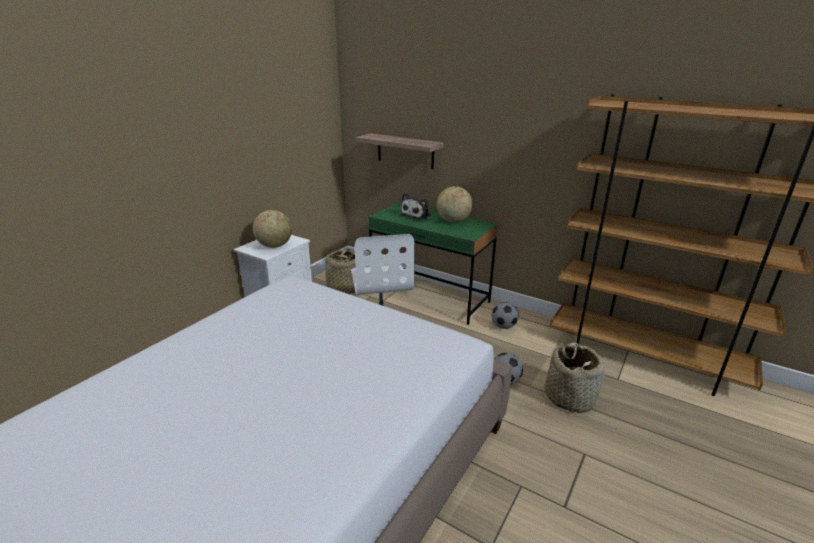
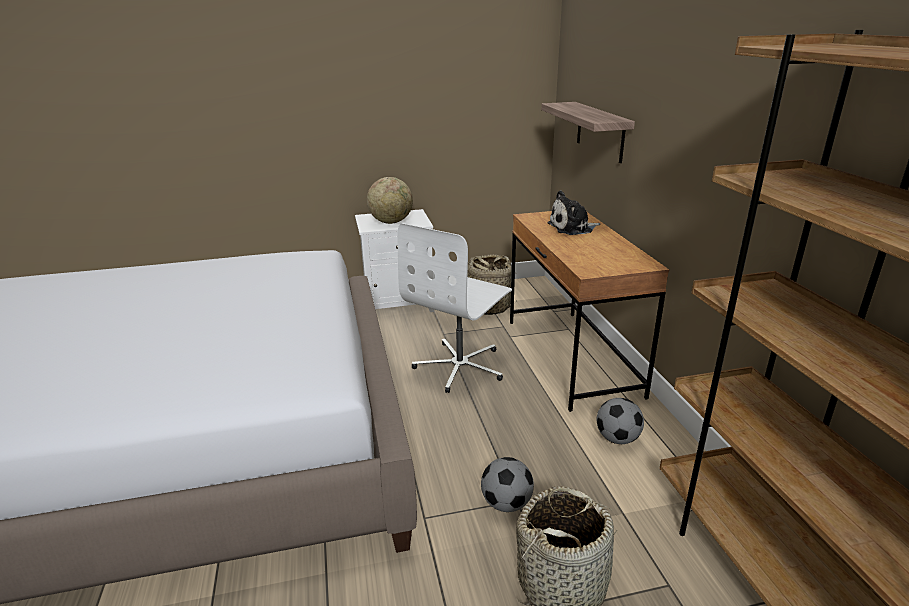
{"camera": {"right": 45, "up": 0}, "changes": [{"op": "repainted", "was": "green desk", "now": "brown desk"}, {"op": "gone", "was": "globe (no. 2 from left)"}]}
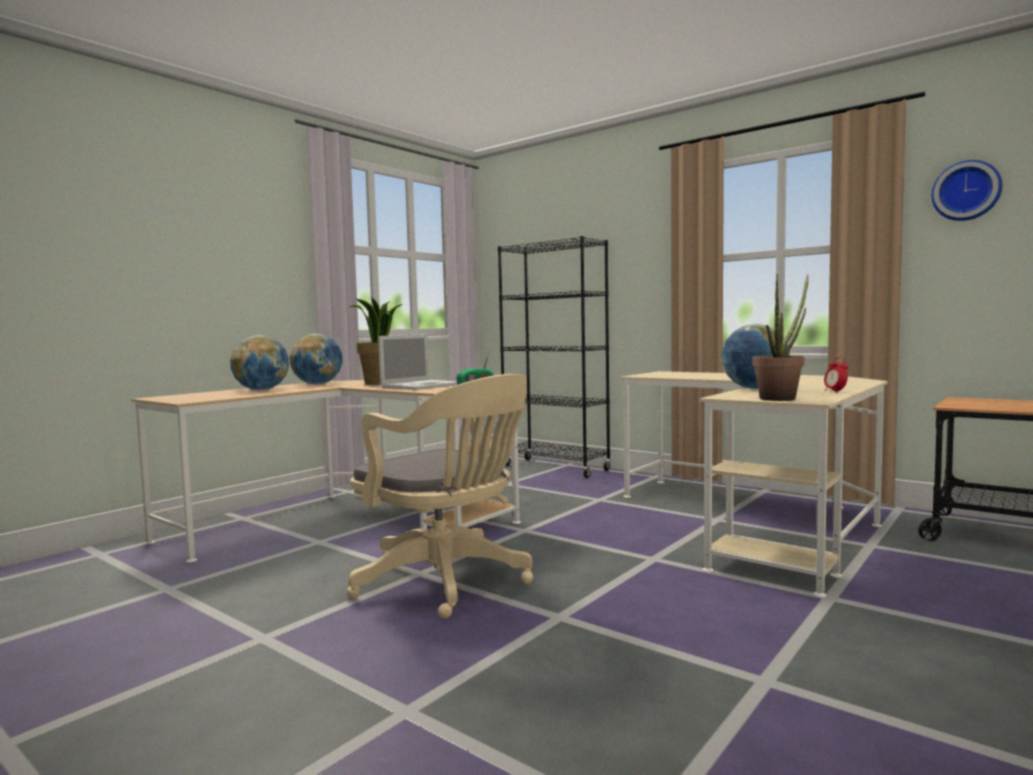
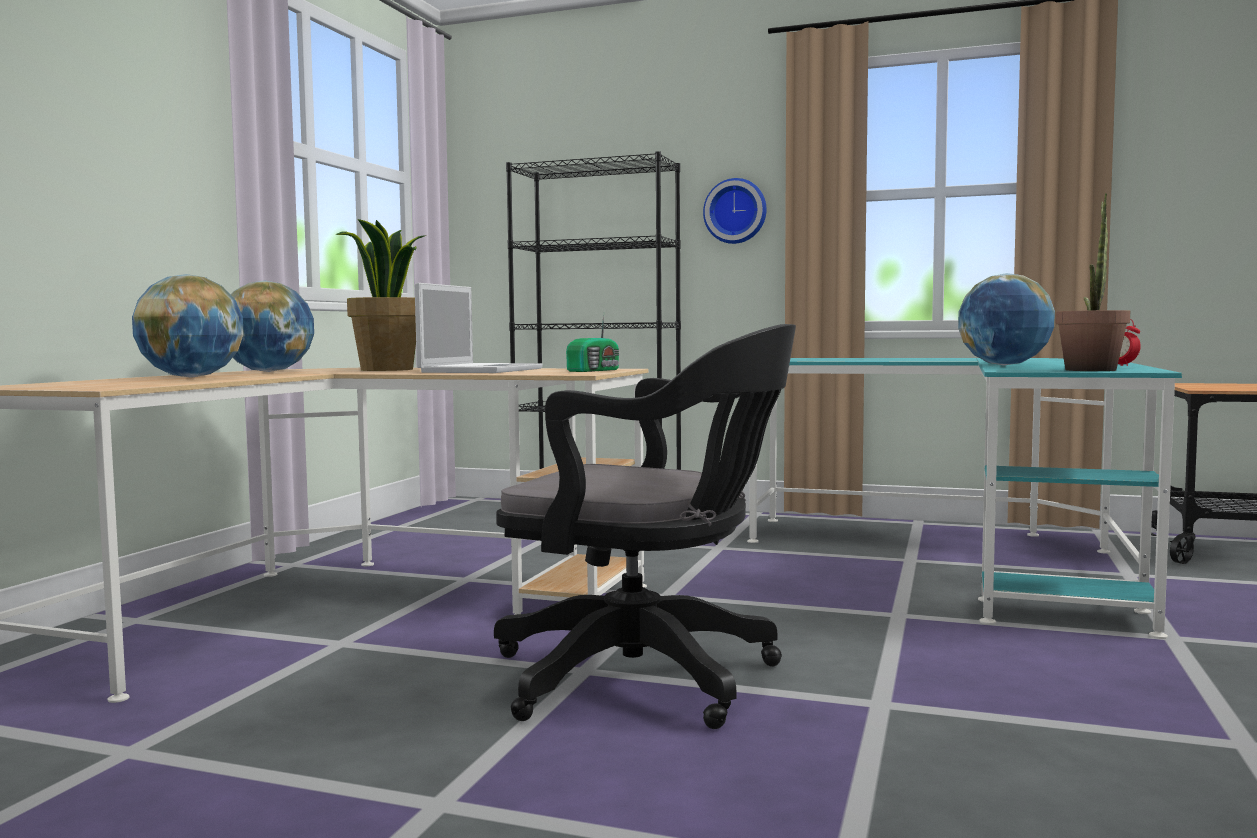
{"camera": {"right": -20, "up": 0}, "changes": [{"op": "repainted", "was": "beige office chair", "now": "black office chair"}, {"op": "shifted", "was": "wall clock"}, {"op": "repainted", "was": "beige desk (no. 2 from left)", "now": "turquoise desk"}]}
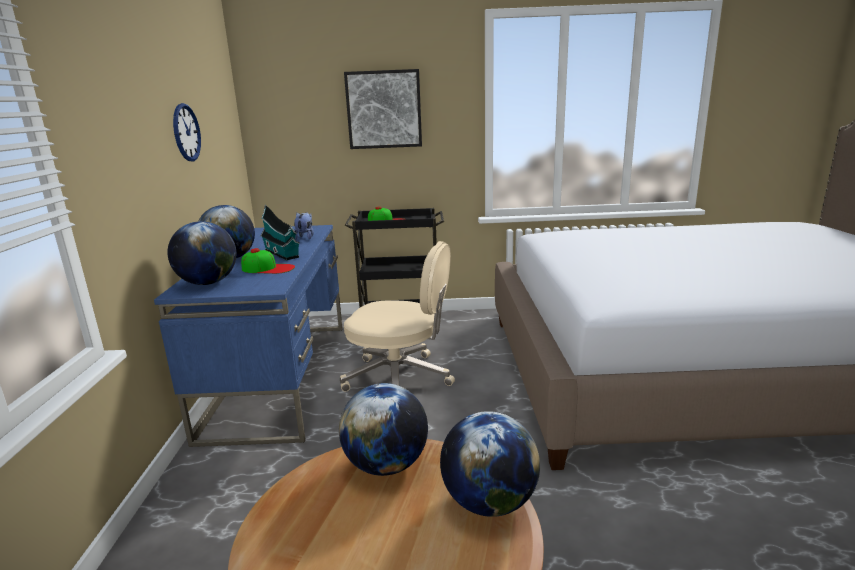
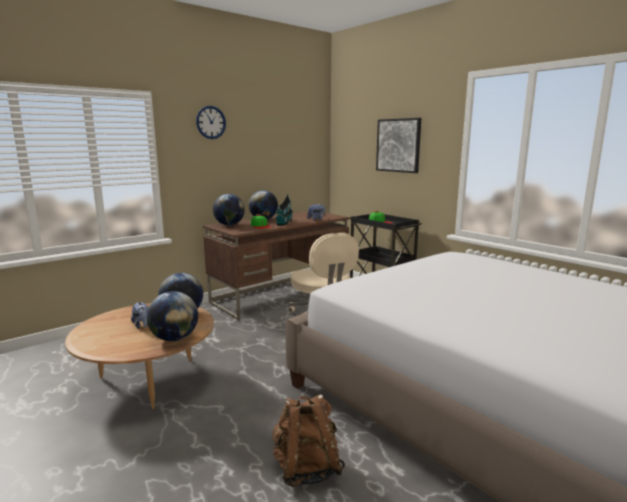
{"camera": {"right": 50, "up": -5}, "changes": [{"op": "new", "now": "plush toy (no. 1 from left)"}, {"op": "shifted", "was": "wall clock"}, {"op": "repainted", "was": "blue desk", "now": "brown desk"}, {"op": "new", "now": "brown backpack"}]}
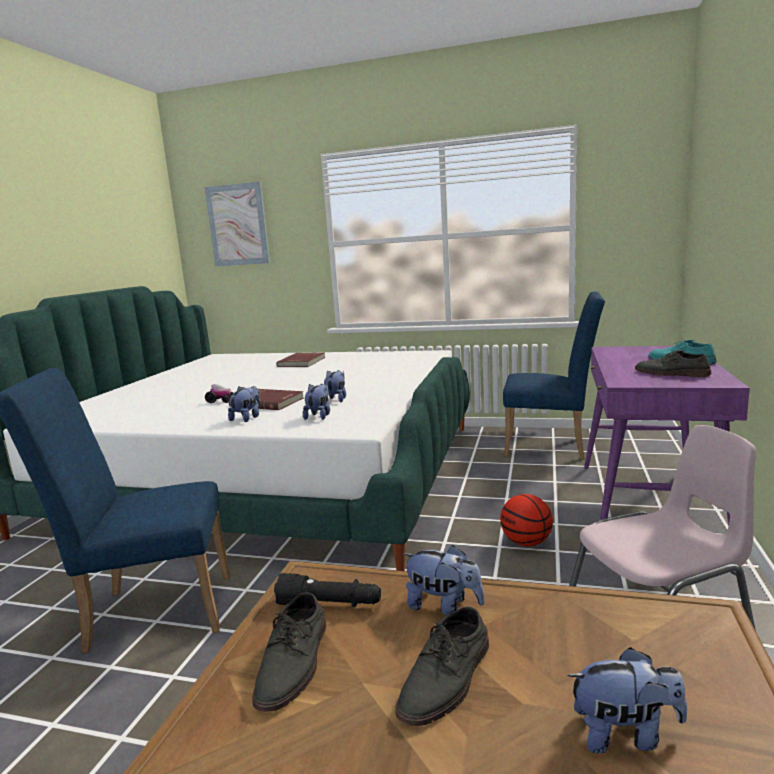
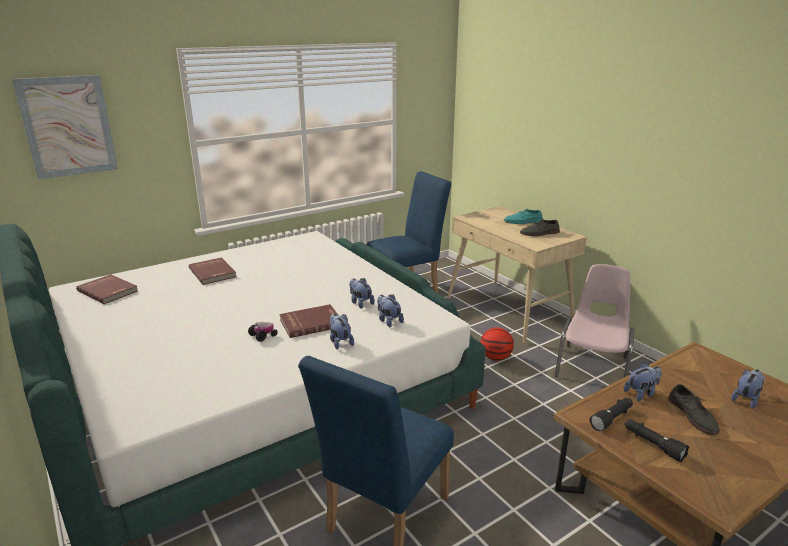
{"camera": {"right": -50, "up": 10}, "changes": [{"op": "new", "now": "red book (no. 1 from left)"}, {"op": "repainted", "was": "purple desk", "now": "beige desk"}, {"op": "swapped", "was": "grey shoe (no. 1 from left)", "now": "black flashlight (no. 2 from left)"}]}
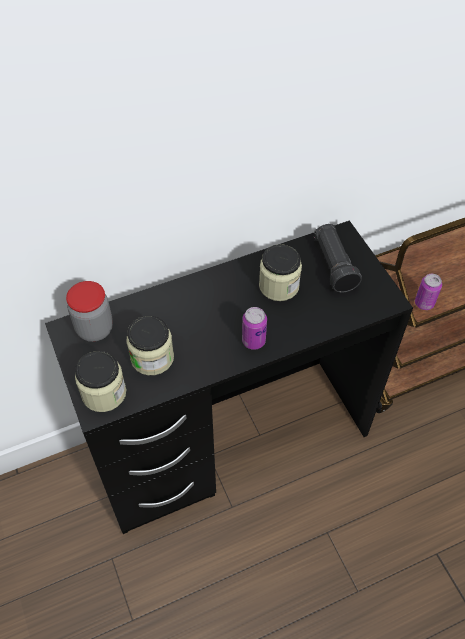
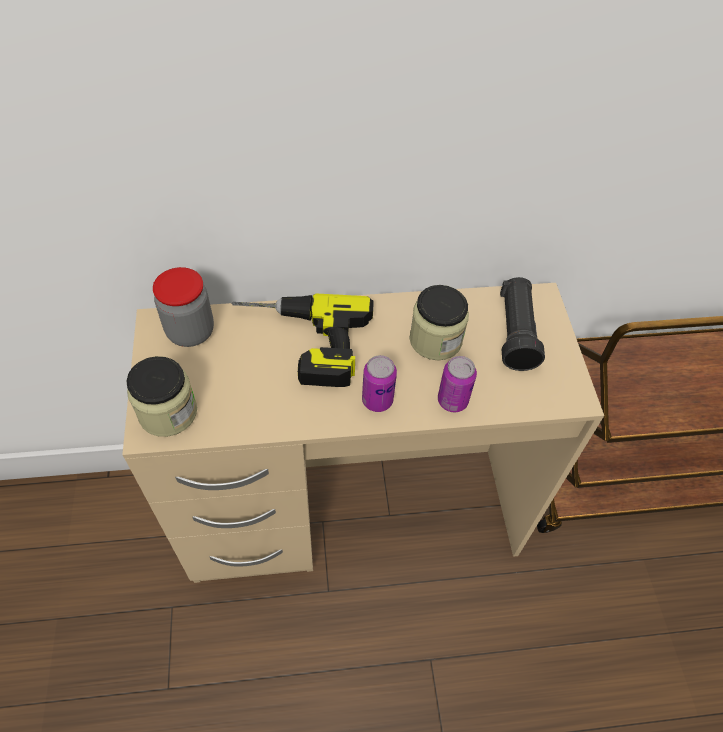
{"camera": {"right": 15, "up": 0}, "changes": [{"op": "repainted", "was": "black desk", "now": "beige desk"}, {"op": "new", "now": "power drill"}, {"op": "shifted", "was": "can (no. 2 from left)"}, {"op": "gone", "was": "jar (no. 3 from left)"}]}
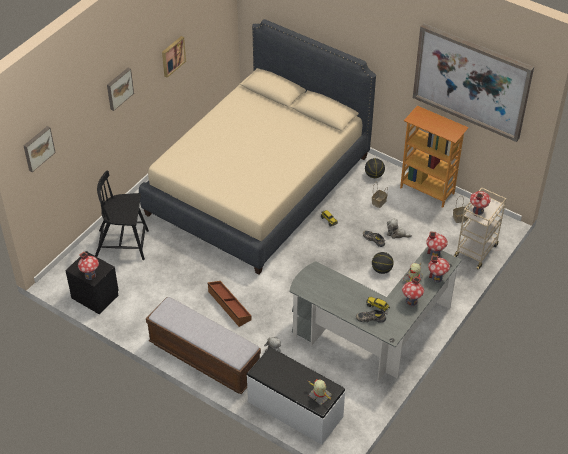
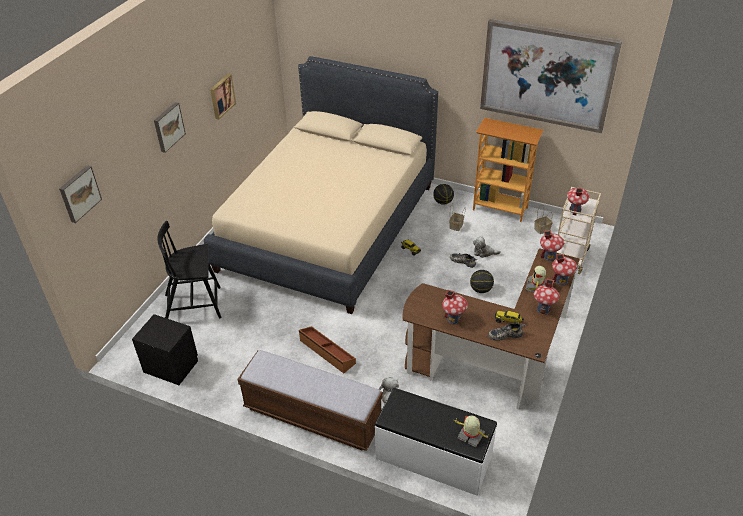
{"camera": {"right": -10, "up": -5}, "changes": [{"op": "repainted", "was": "grey desk", "now": "brown desk"}, {"op": "shifted", "was": "toy house (no. 1 from left)"}]}
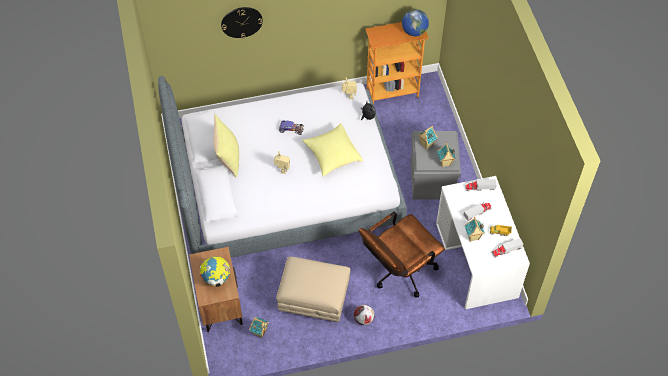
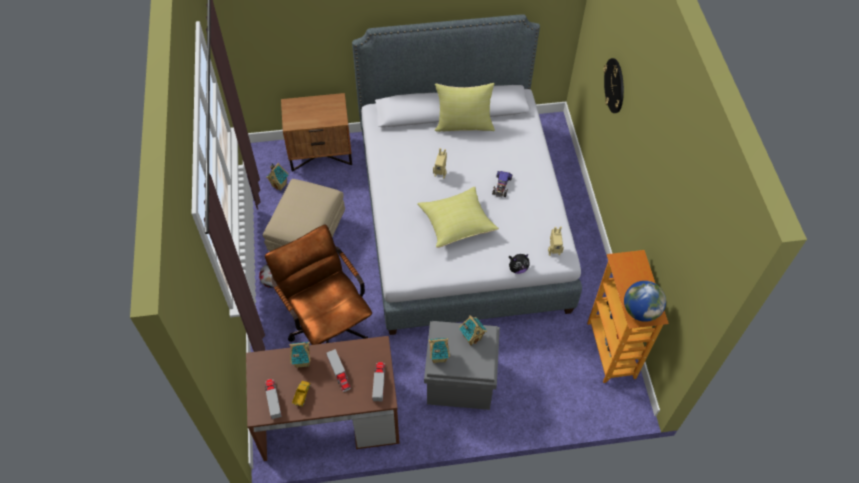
{"camera": {"right": 95, "up": 0}, "changes": [{"op": "repainted", "was": "white desk", "now": "brown desk"}, {"op": "gone", "was": "globe (no. 1 from left)"}]}
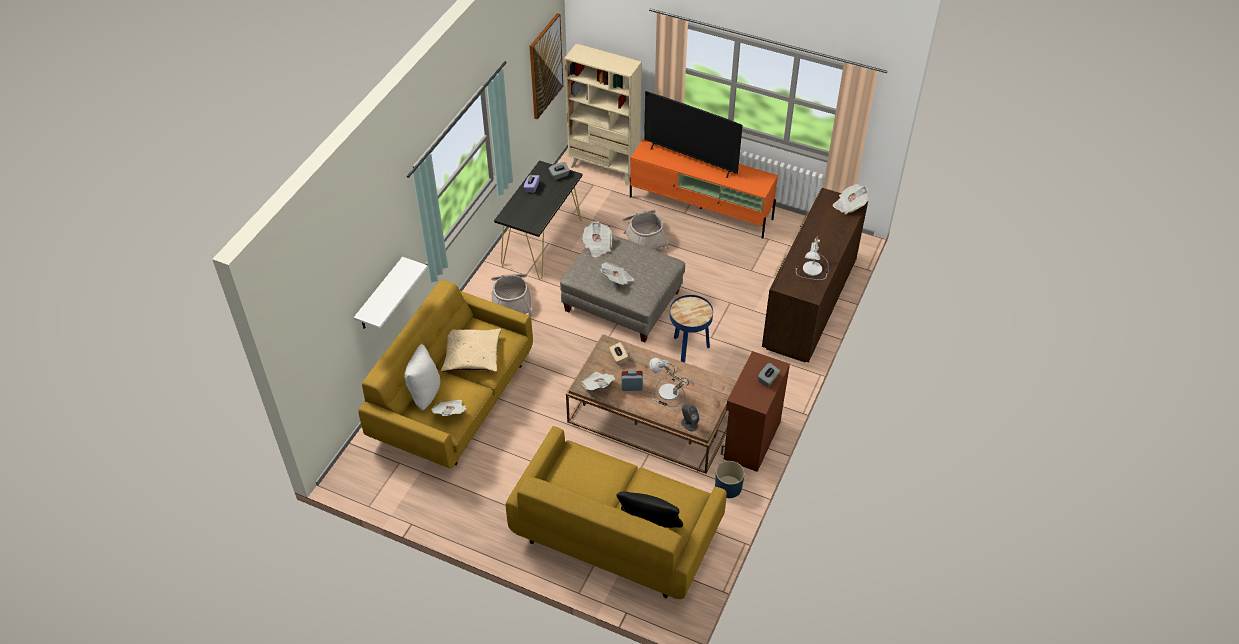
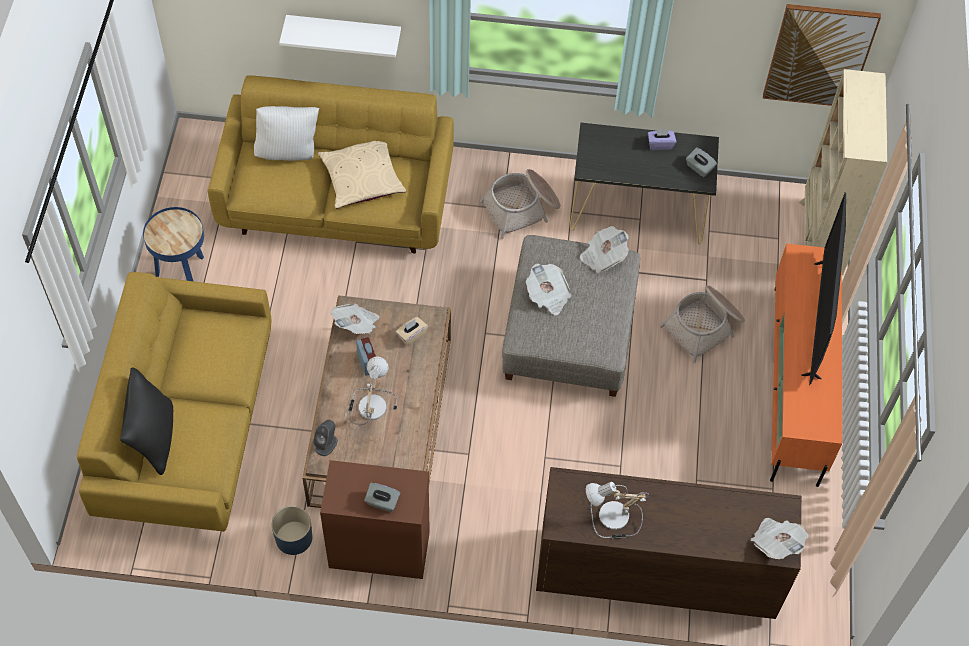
{"camera": {"right": 70, "up": 10}, "changes": [{"op": "shifted", "was": "blue side table"}, {"op": "gone", "was": "newspaper (no. 1 from left)"}]}
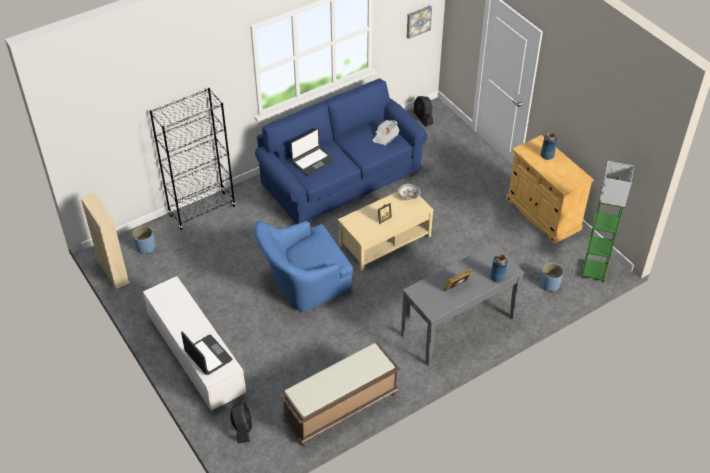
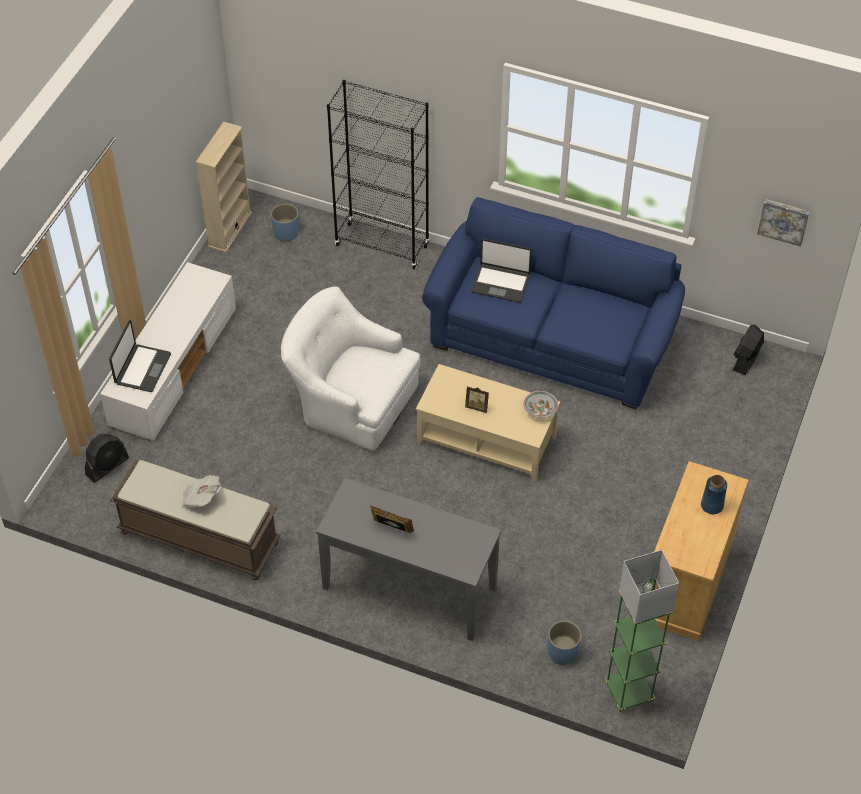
{"camera": {"right": 55, "up": 5}, "changes": [{"op": "shifted", "was": "newspaper"}, {"op": "repainted", "was": "blue armchair", "now": "white armchair"}, {"op": "gone", "was": "blue vase (no. 1 from left)"}]}
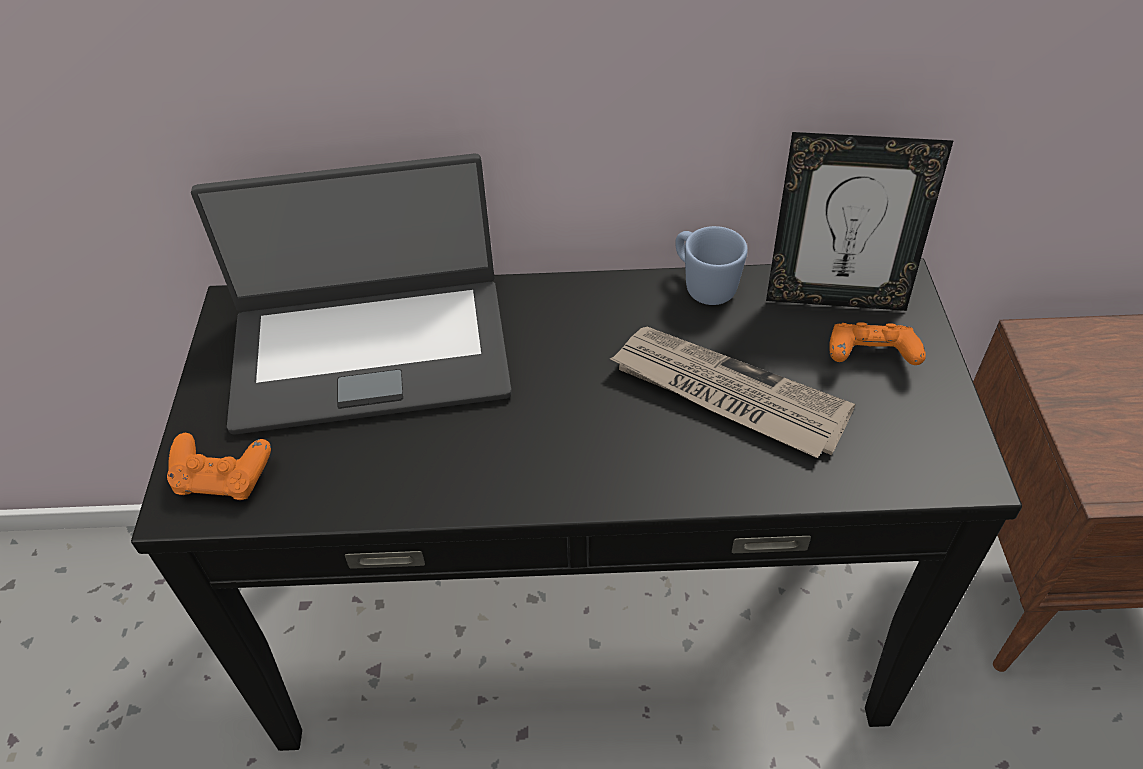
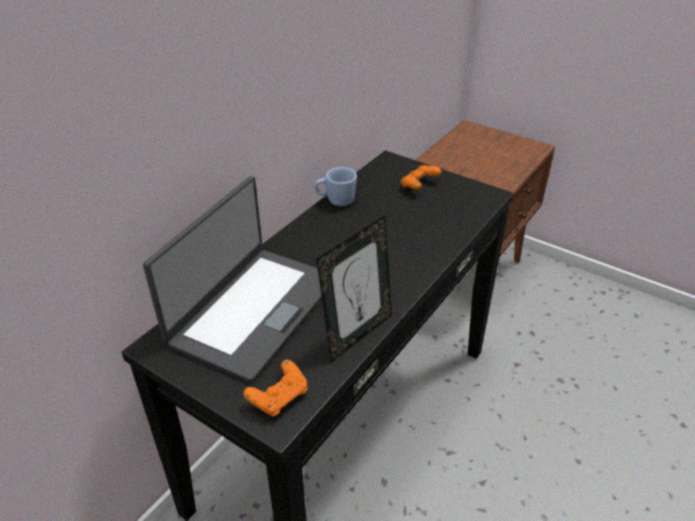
{"camera": {"right": -55, "up": -10}, "changes": [{"op": "shifted", "was": "picture frame"}, {"op": "gone", "was": "newspaper"}]}
